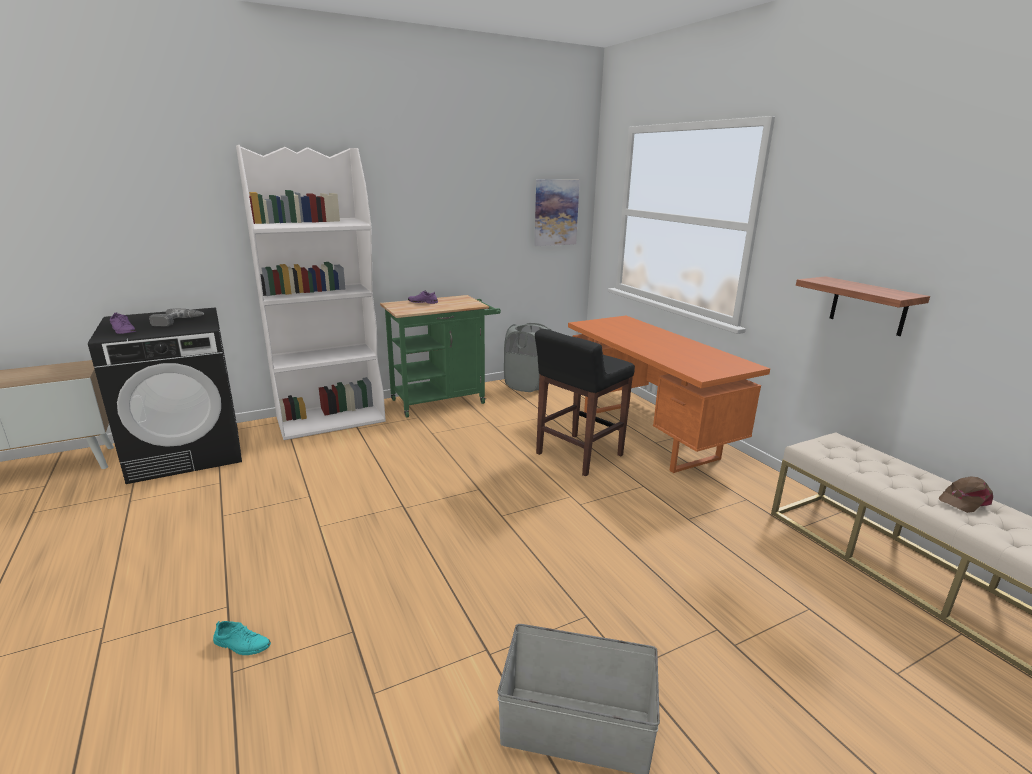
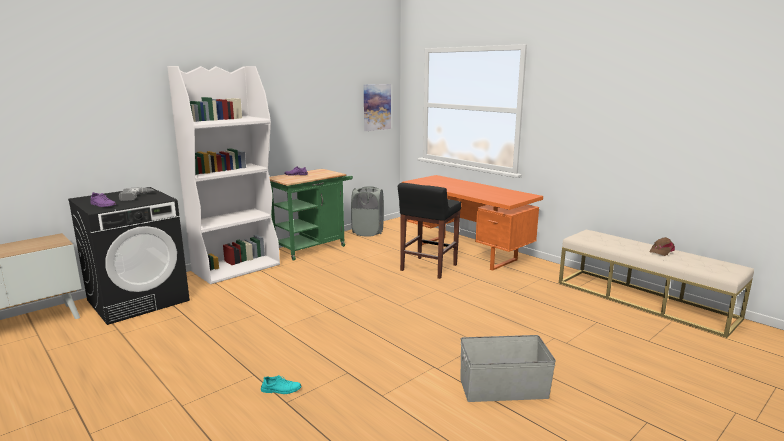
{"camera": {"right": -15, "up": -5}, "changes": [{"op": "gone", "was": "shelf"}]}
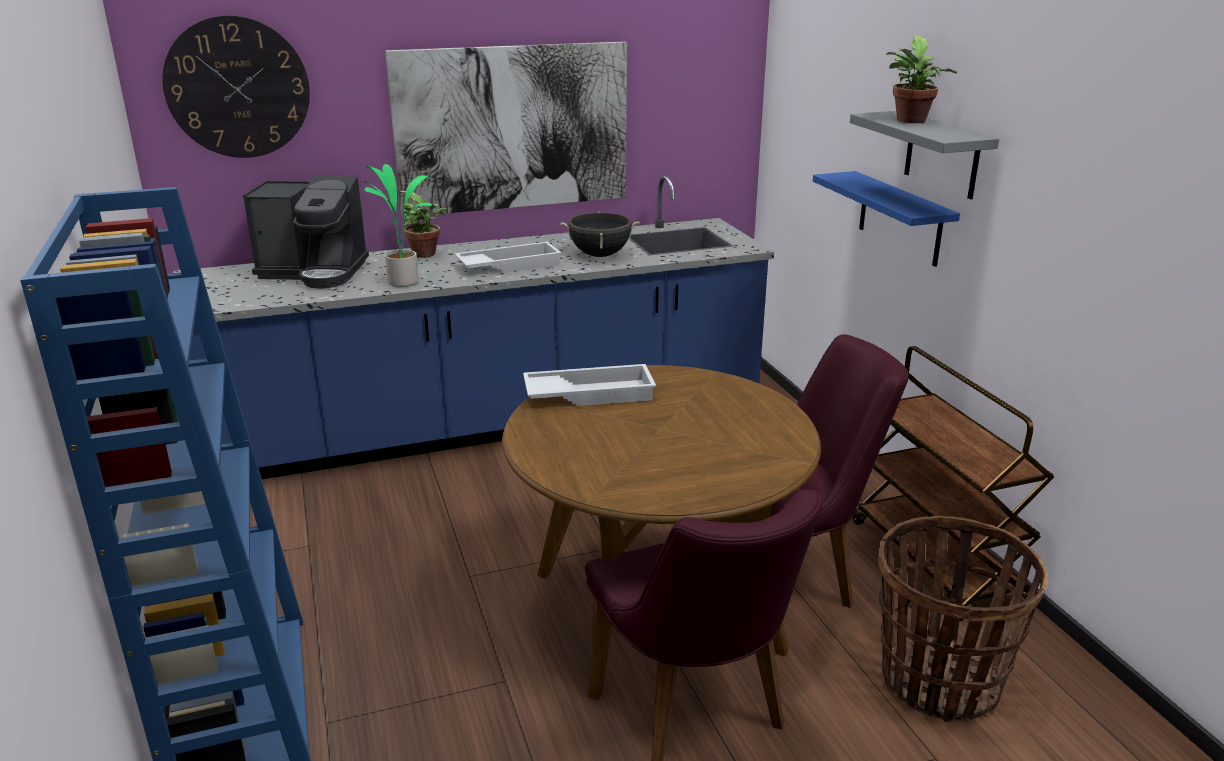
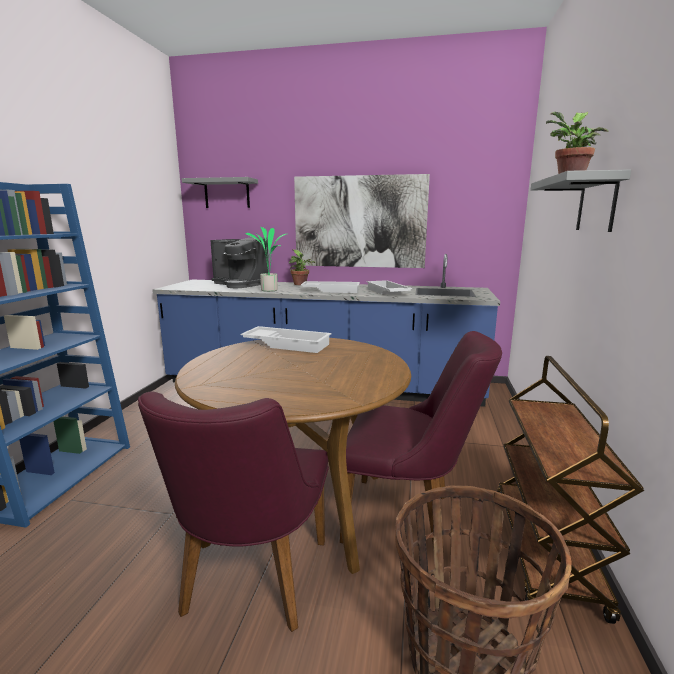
{"camera": {"right": 30, "up": -10}, "changes": [{"op": "swapped", "was": "wall clock", "now": "grey shelf (no. 1 from left)"}, {"op": "swapped", "was": "black cooking pot", "now": "white tray (no. 3 from left)"}, {"op": "gone", "was": "blue shelf"}]}
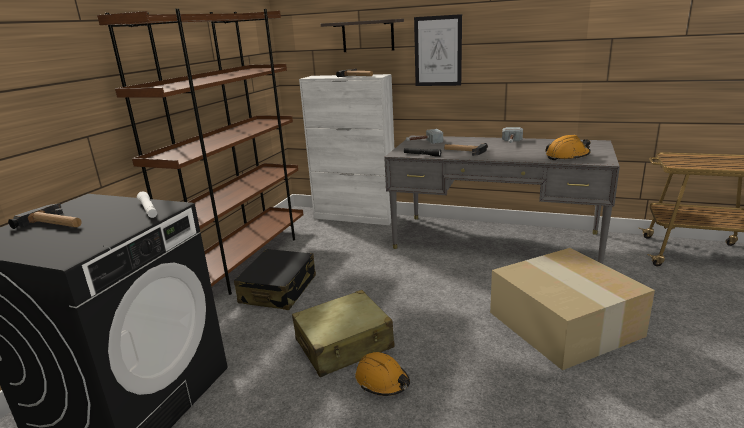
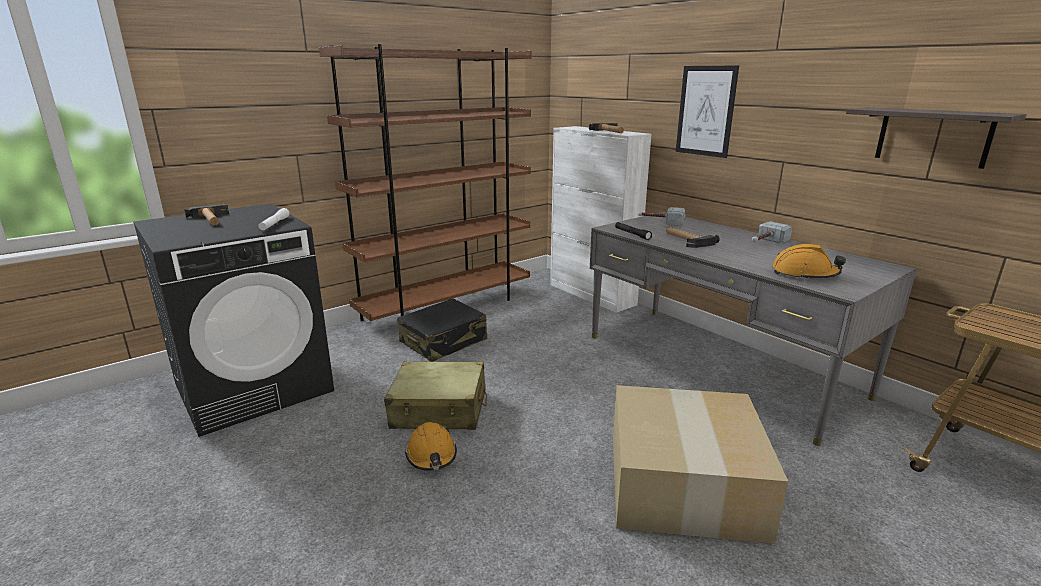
{"camera": {"right": 30, "up": 0}, "changes": [{"op": "shifted", "was": "shelf"}]}
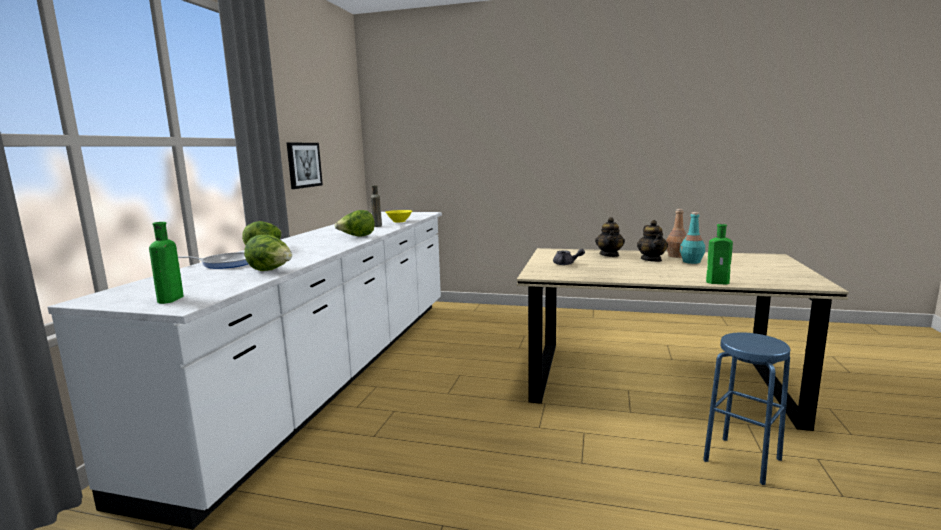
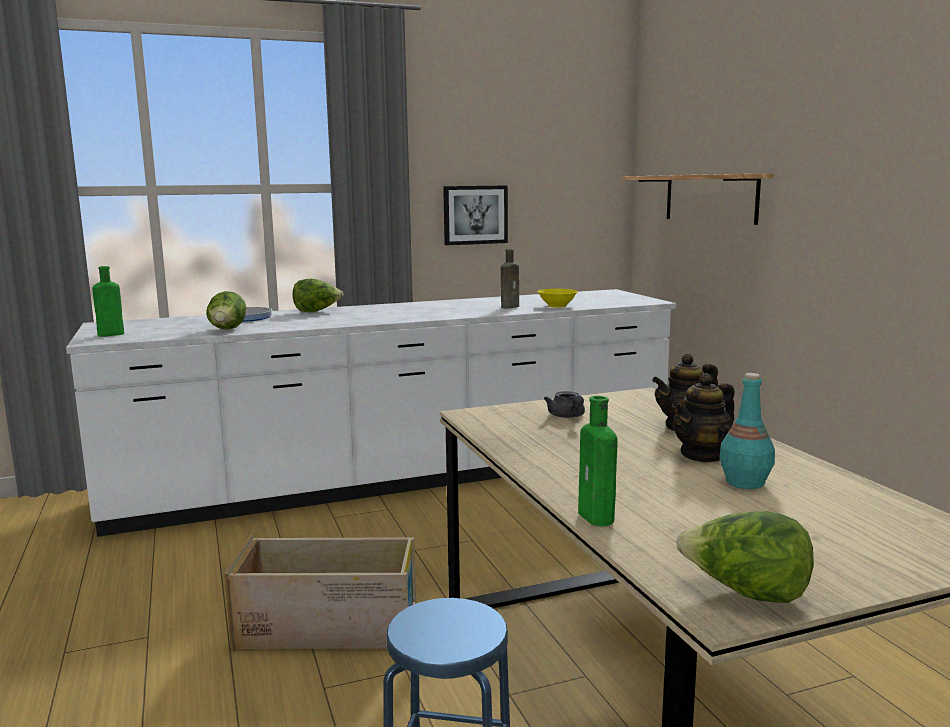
{"camera": {"right": 55, "up": 0}, "changes": [{"op": "new", "now": "crate"}, {"op": "new", "now": "shelf"}, {"op": "shifted", "was": "lettuce (no. 3 from left)"}, {"op": "gone", "was": "brown bottle (no. 2 from left)"}]}
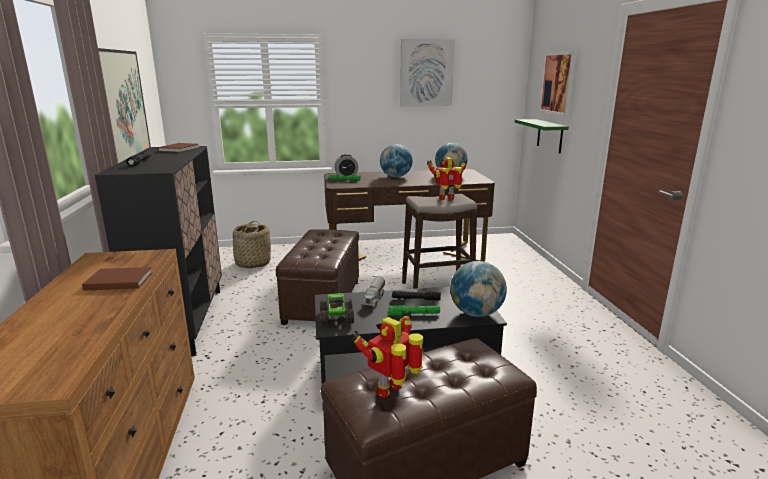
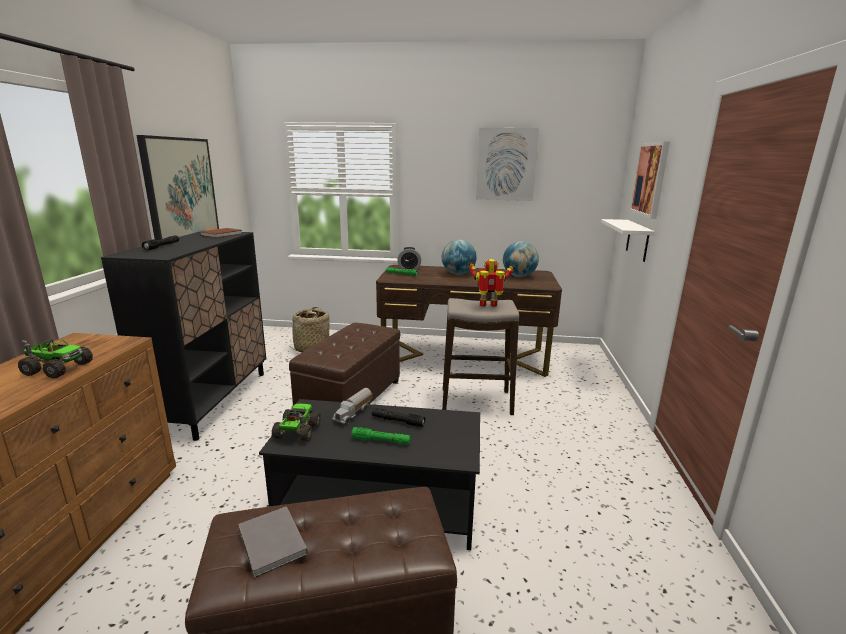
{"camera": {"right": 15, "up": 0}, "changes": [{"op": "swapped", "was": "brown book (no. 1 from left)", "now": "toy truck (no. 1 from left)"}, {"op": "swapped", "was": "toy robot (no. 1 from left)", "now": "grey book"}, {"op": "repainted", "was": "green shelf", "now": "white shelf"}, {"op": "gone", "was": "globe (no. 3 from left)"}]}
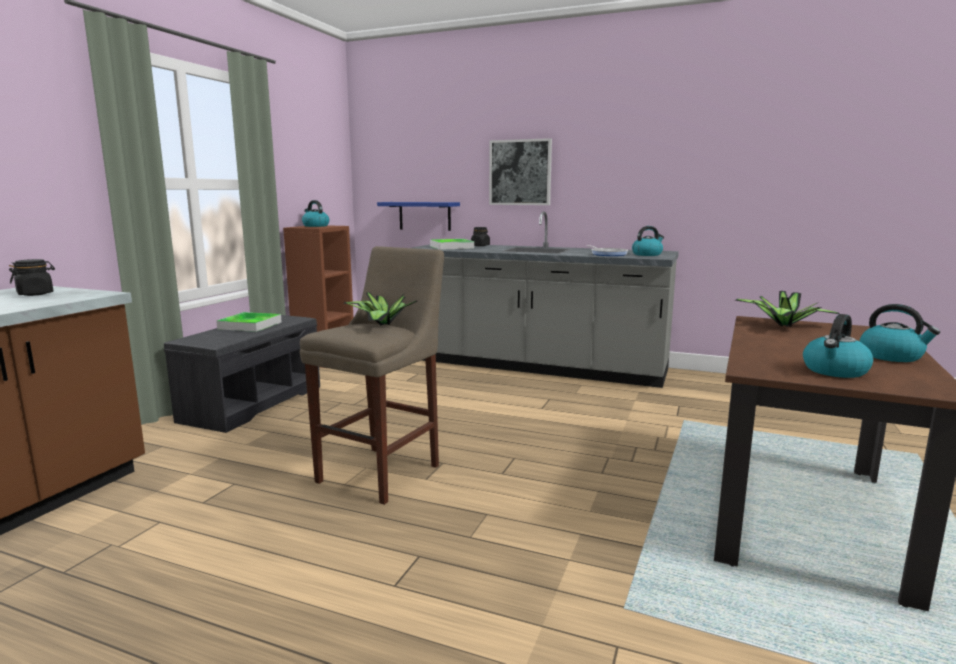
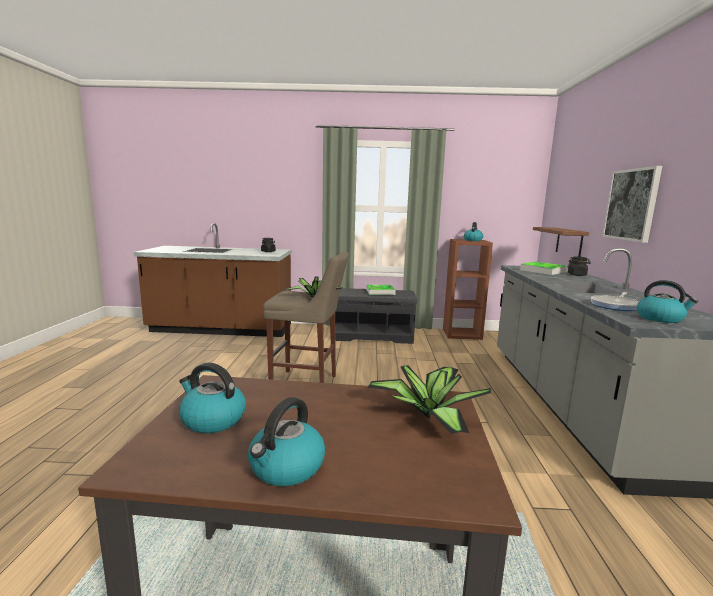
{"camera": {"right": 70, "up": 0}, "changes": [{"op": "repainted", "was": "blue shelf", "now": "brown shelf"}]}
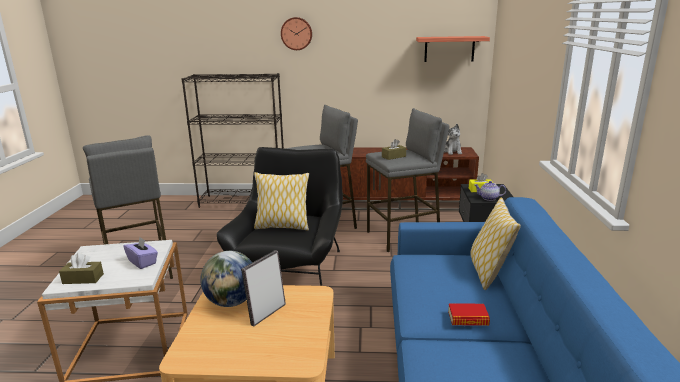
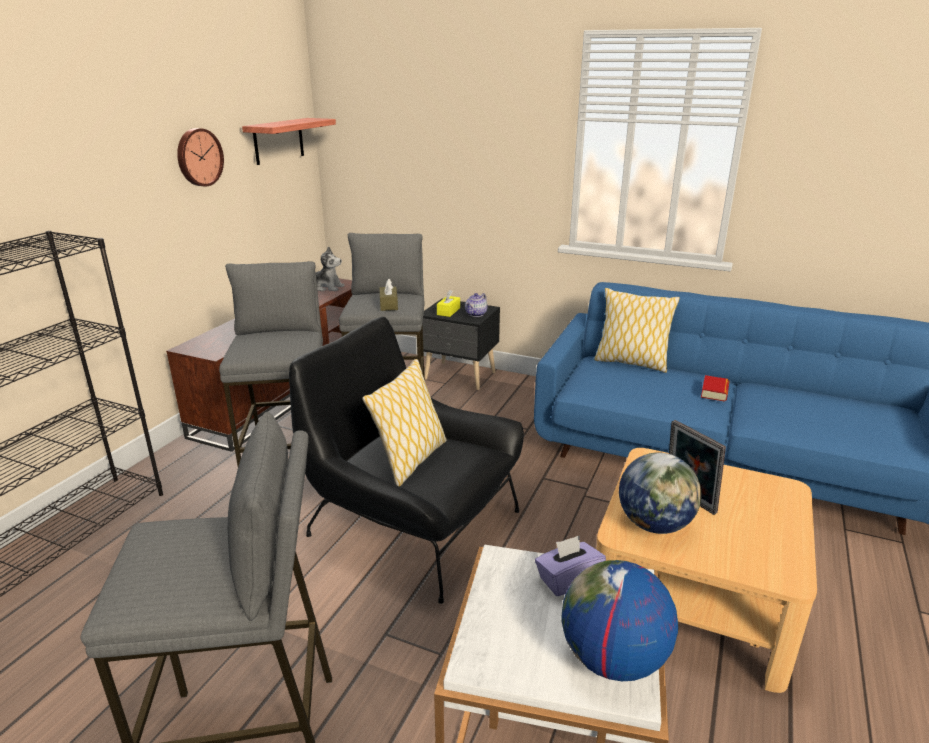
{"camera": {"right": -70, "up": 5}, "changes": [{"op": "shifted", "was": "wall clock"}, {"op": "swapped", "was": "brown tissue box (no. 1 from left)", "now": "globe (no. 1 from left)"}]}
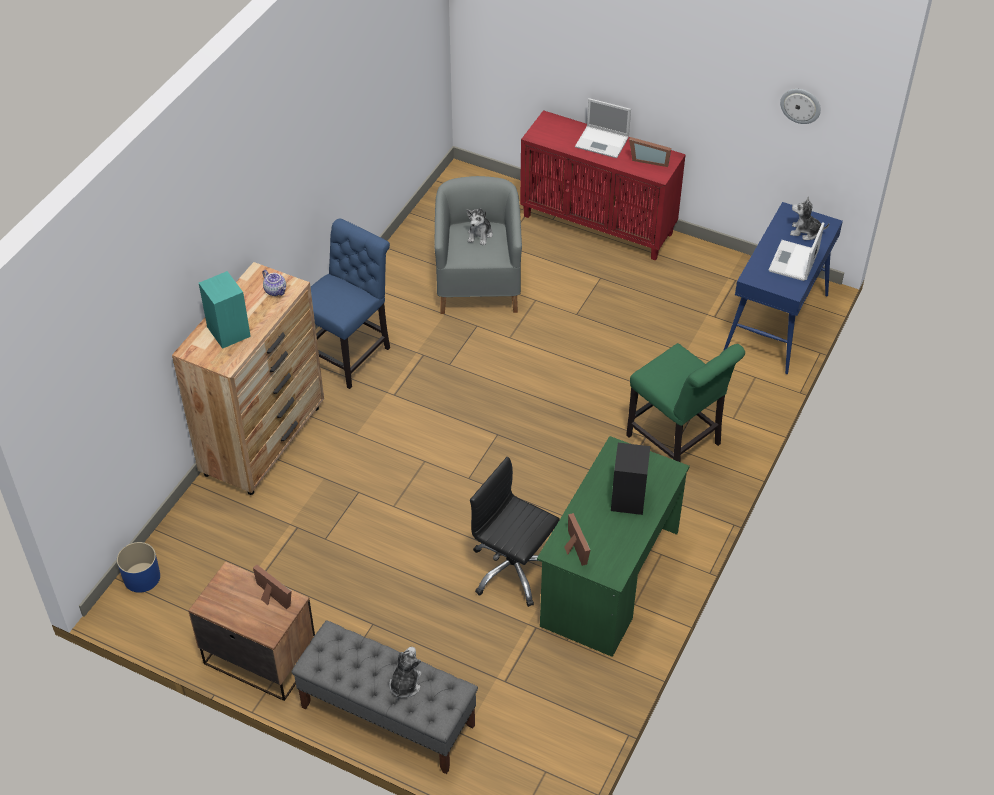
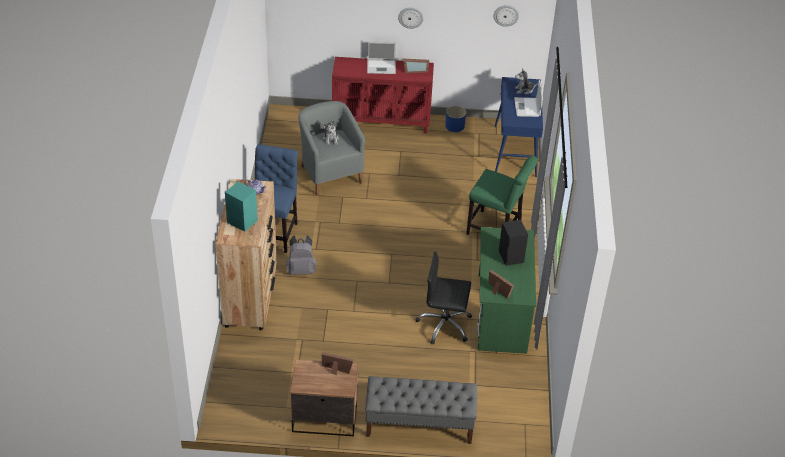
{"camera": {"right": -25, "up": -5}, "changes": [{"op": "new", "now": "grey backpack"}, {"op": "new", "now": "wall clock (no. 1 from left)"}, {"op": "shifted", "was": "blue planter"}, {"op": "gone", "was": "plush toy (no. 1 from left)"}]}
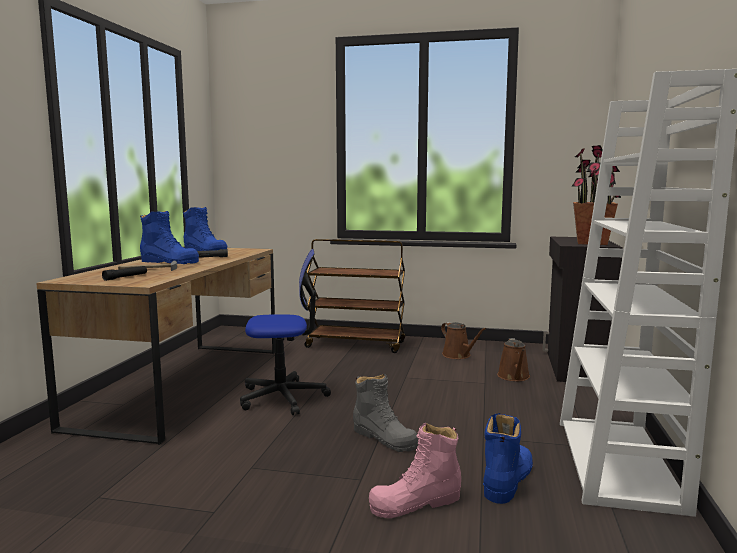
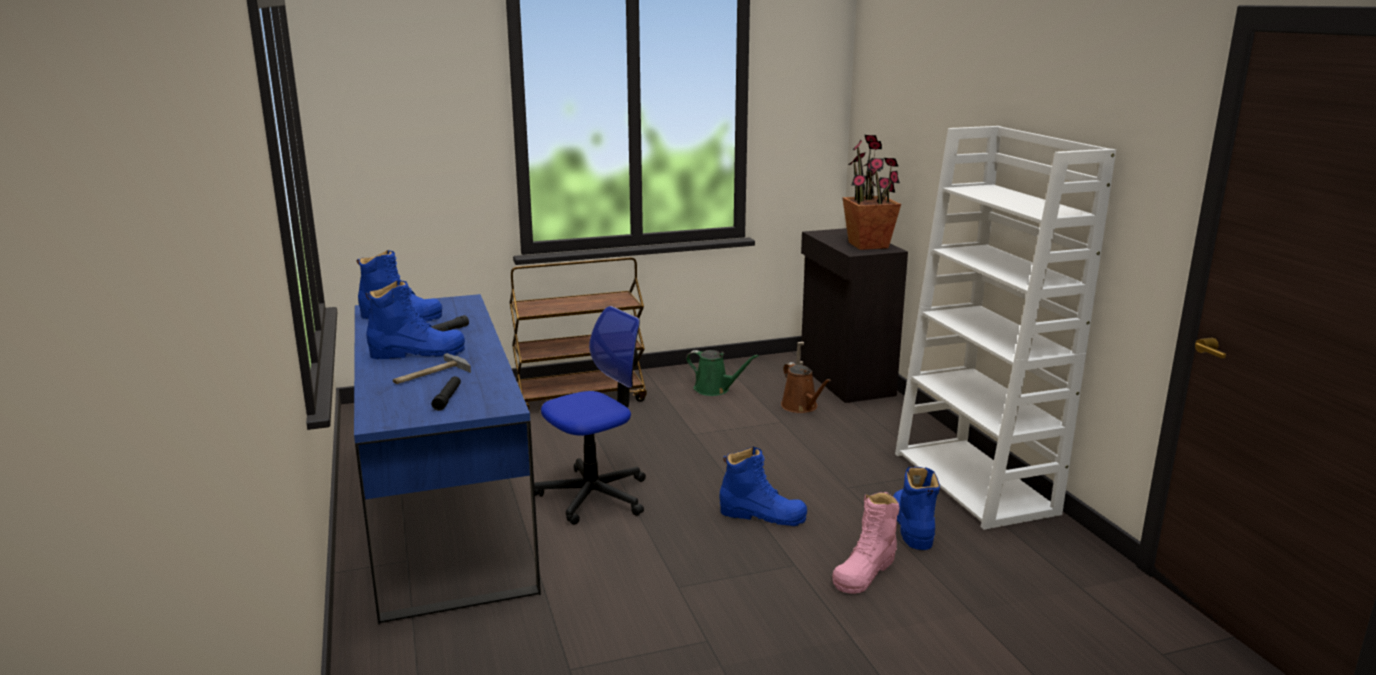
{"camera": {"right": -30, "up": 10}, "changes": [{"op": "repainted", "was": "brown desk", "now": "blue desk"}, {"op": "repainted", "was": "brown watering can (no. 1 from left)", "now": "green watering can"}, {"op": "repainted", "was": "grey boot", "now": "blue boot (no. 3 from left)"}]}
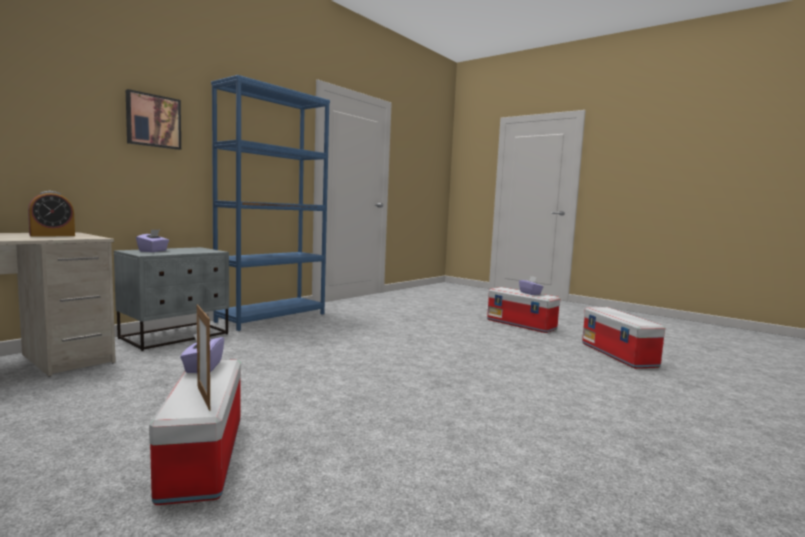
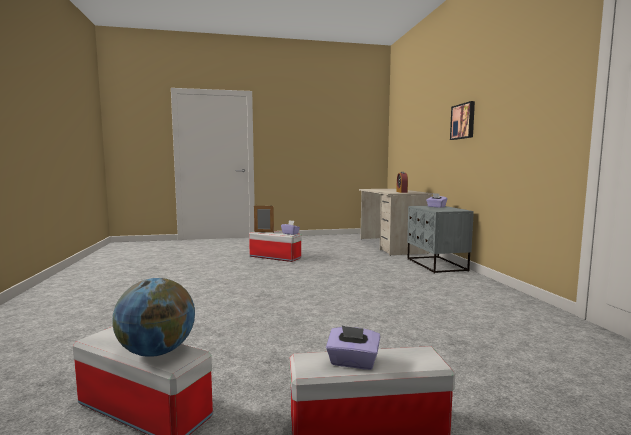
{"camera": {"right": 130, "up": 0}, "changes": [{"op": "new", "now": "globe"}, {"op": "gone", "was": "blue bookcase"}]}
